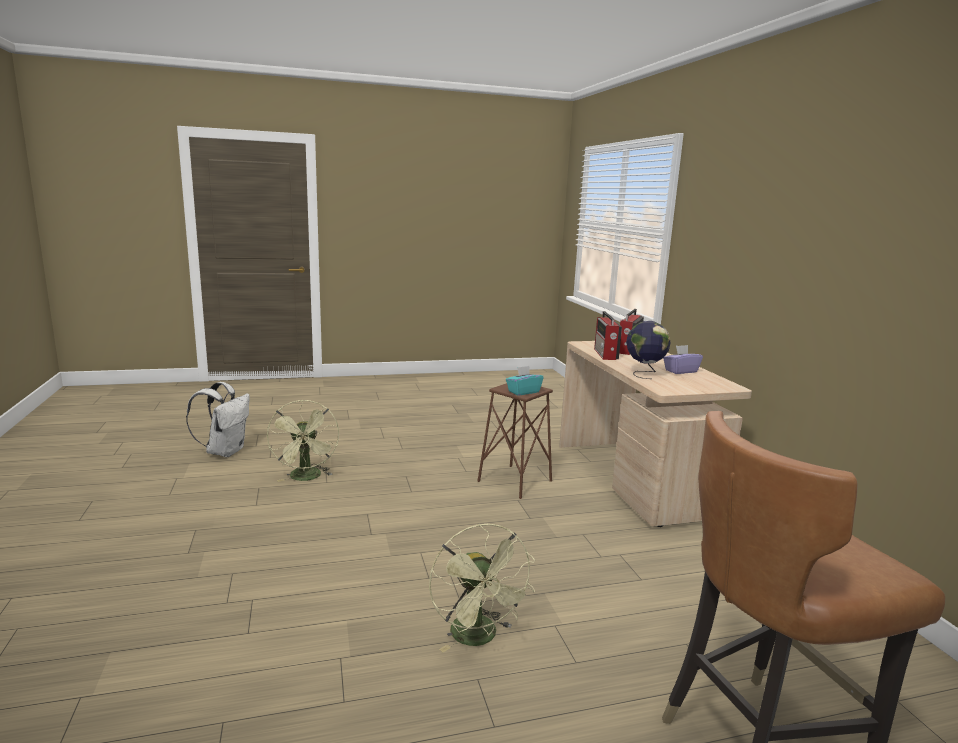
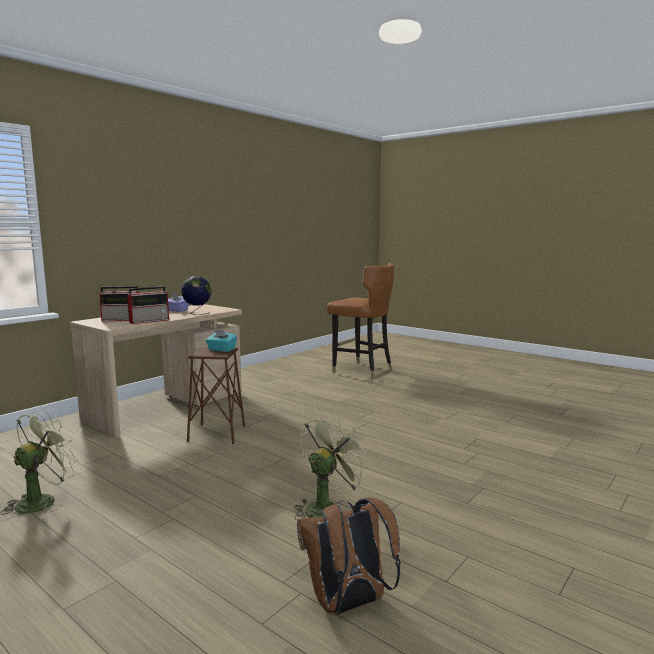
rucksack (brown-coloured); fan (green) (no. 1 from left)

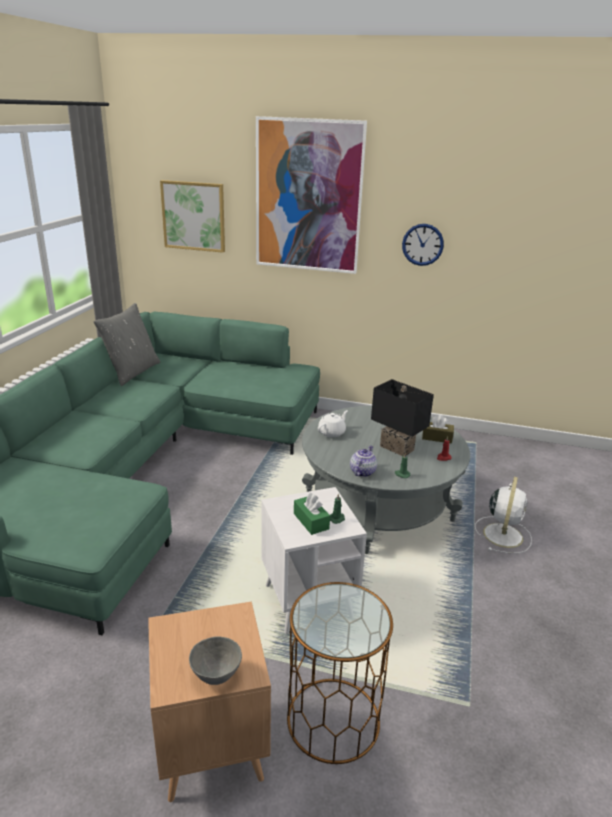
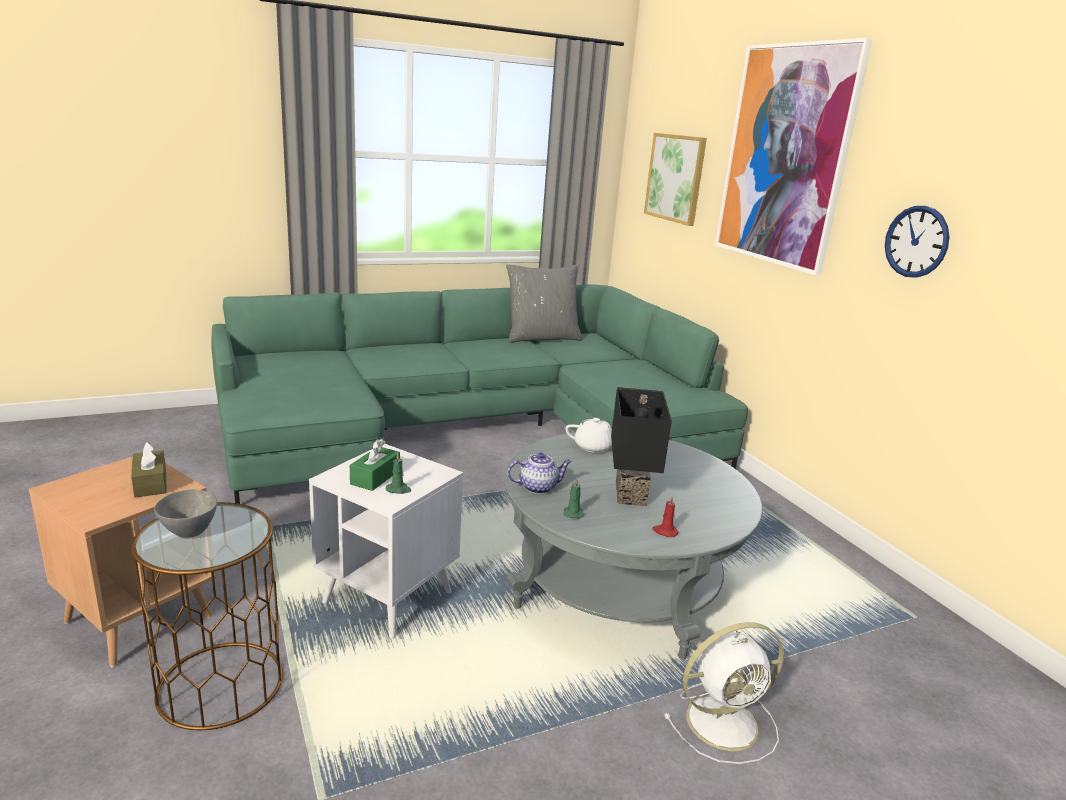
tissue box (brown-coloured); deep dish (grey)

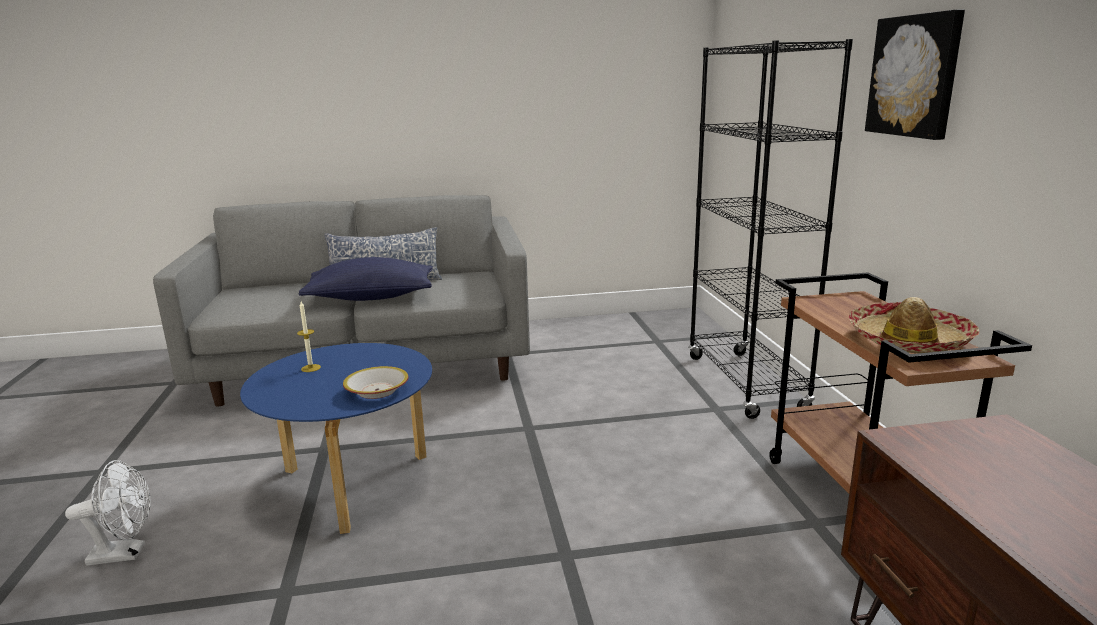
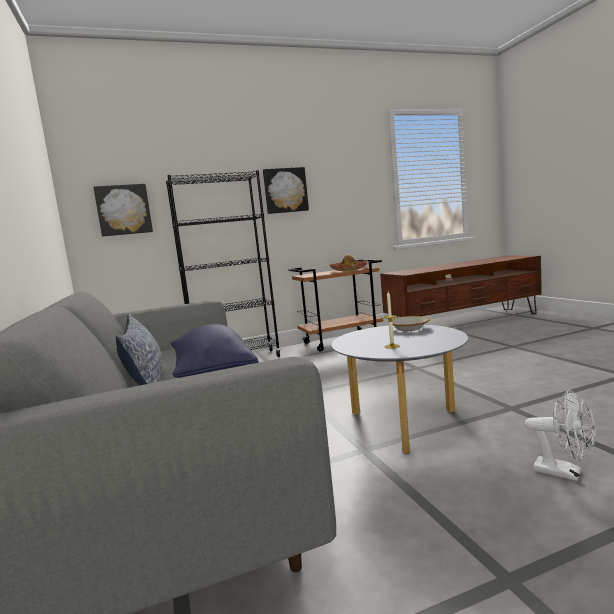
coffee table (grey); fan (whitish); wall picture (no. 1 from left)

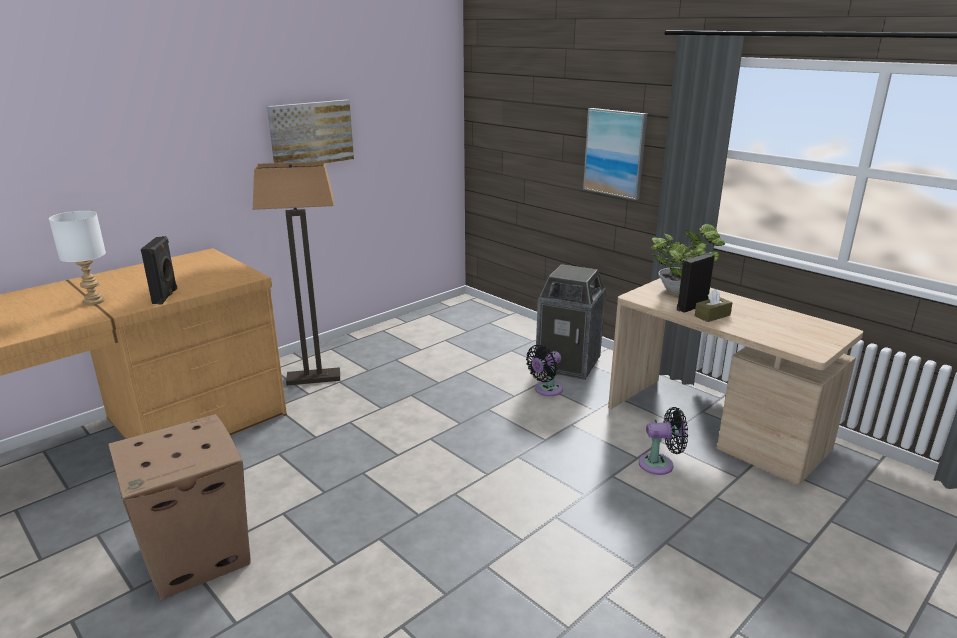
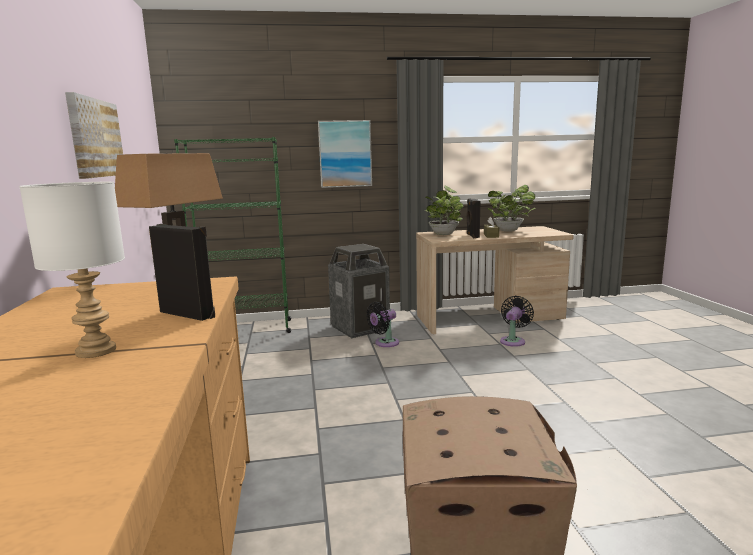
fan (black-coloured) (no. 1 from left); shelving unit (green); plant in a pot (no. 2 from left)

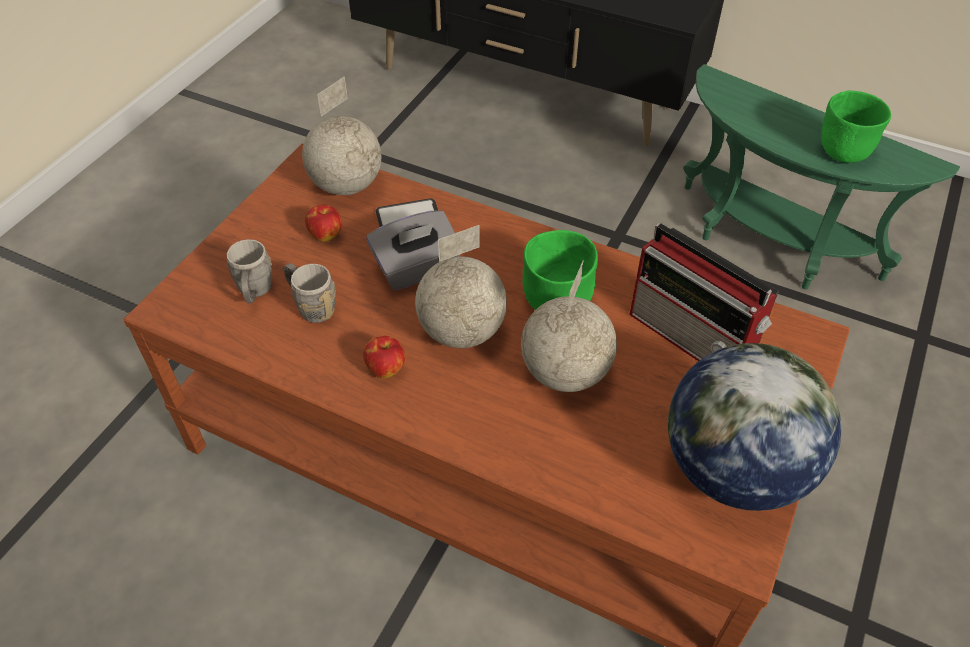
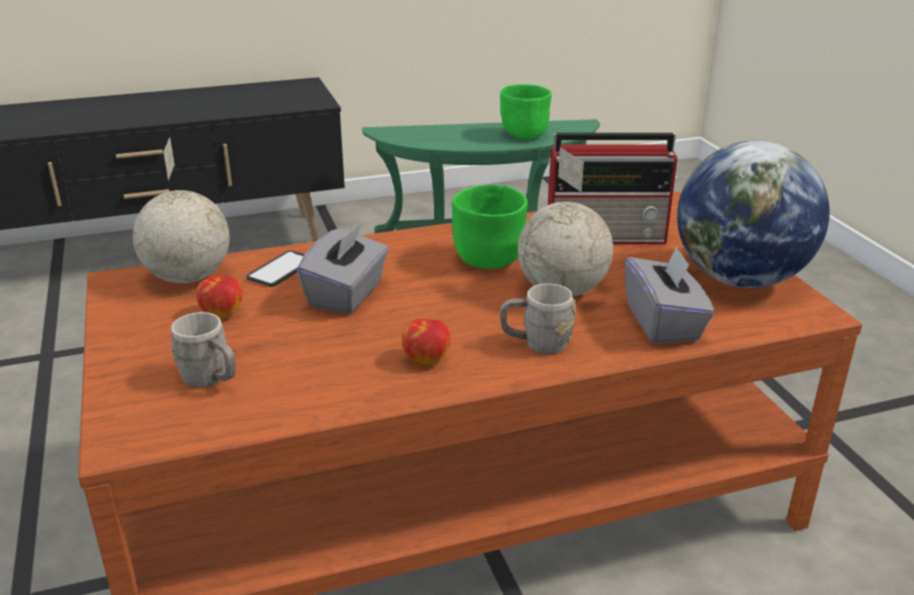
globe (no. 2 from left in the first image); mug (grey) (no. 2 from left); tissue box (grey) (no. 2 from left)

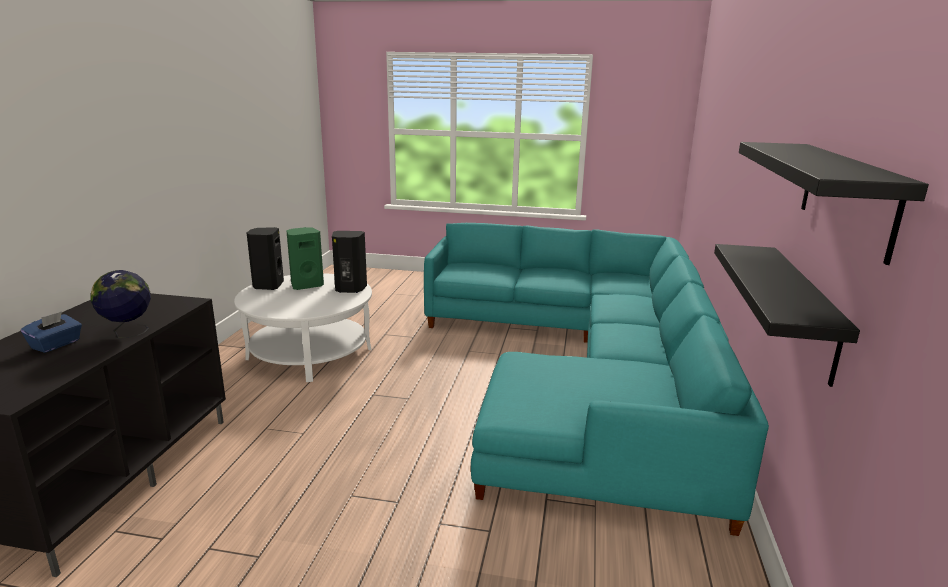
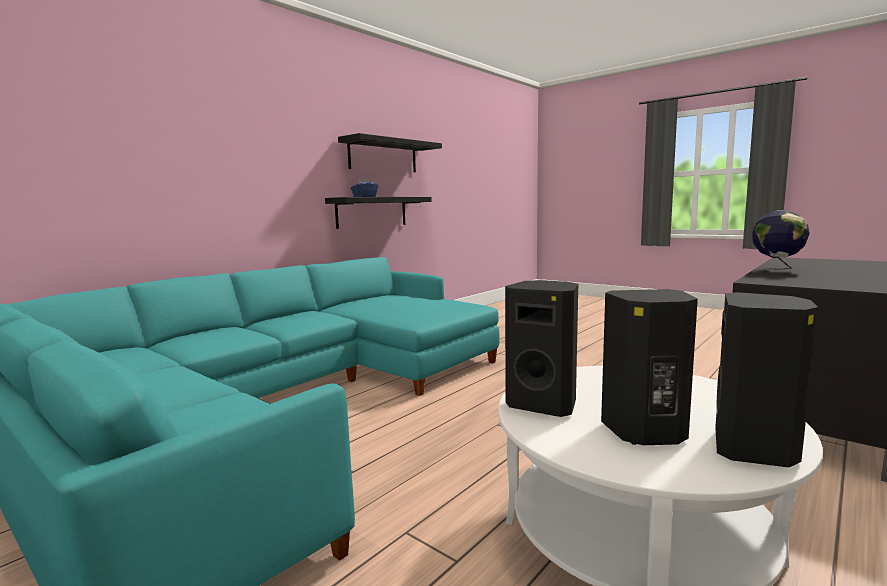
audio speaker (black-coloured) (no. 2 from left); tissue box (blue)

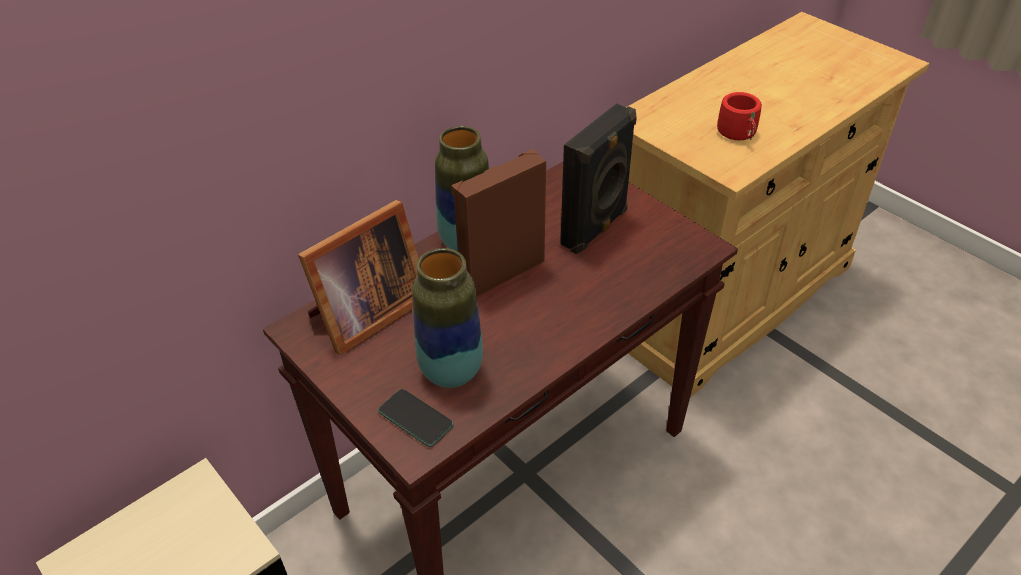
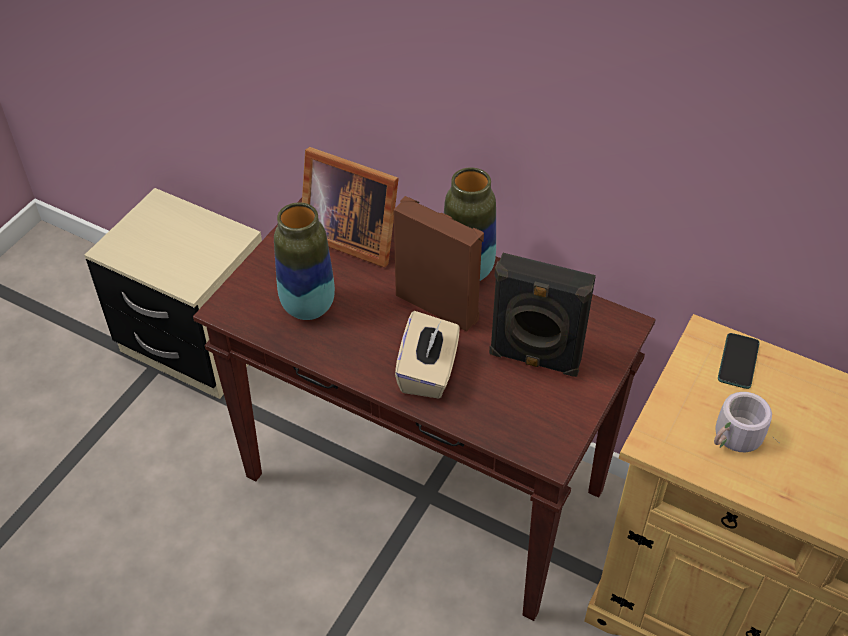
mug (grey); telephone; tissue box (sand-coloured)

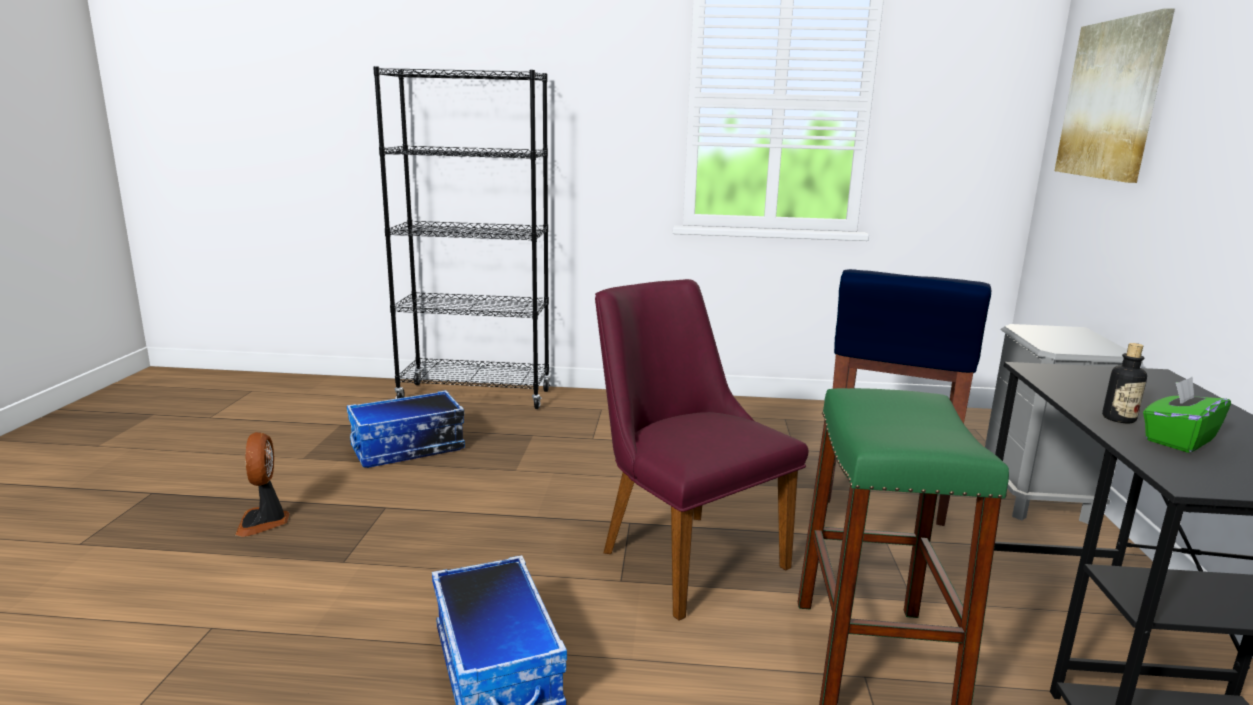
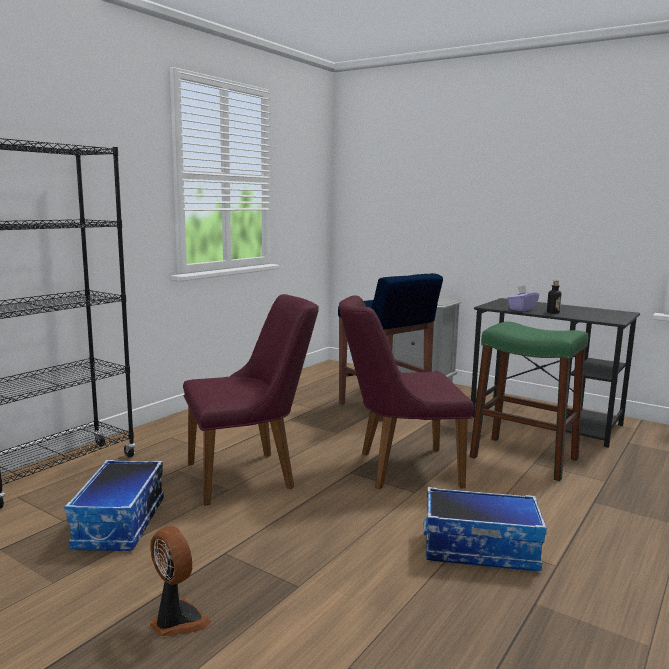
wall picture; tissue box (green); fan; tissue box (purple-coloured); chair (purple-coloured) (no. 1 from left)

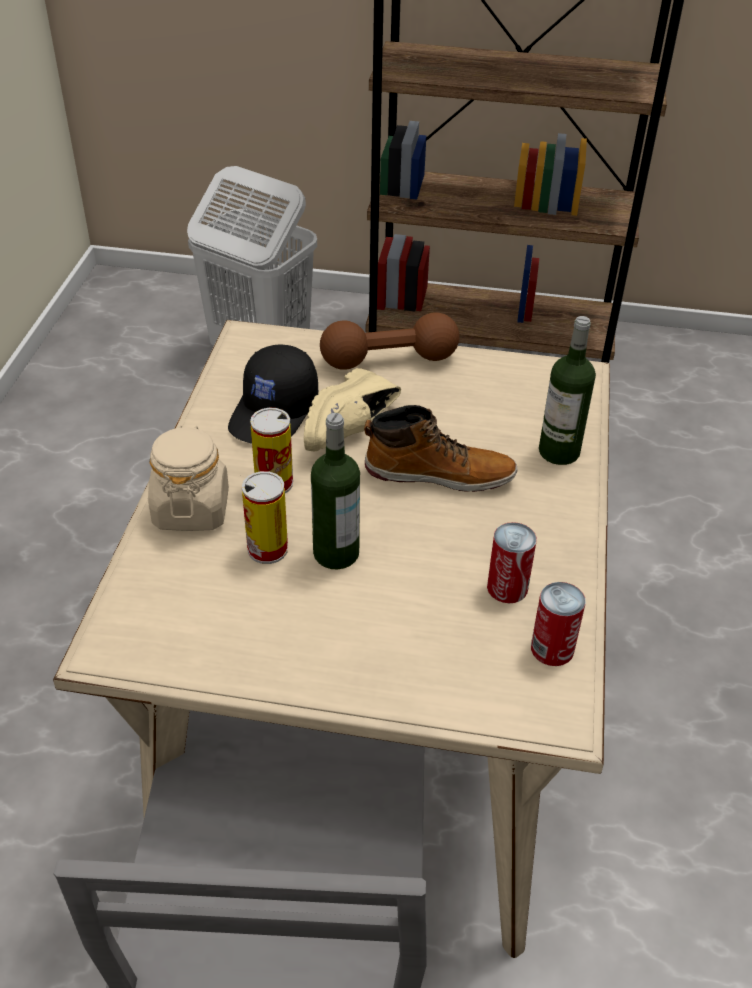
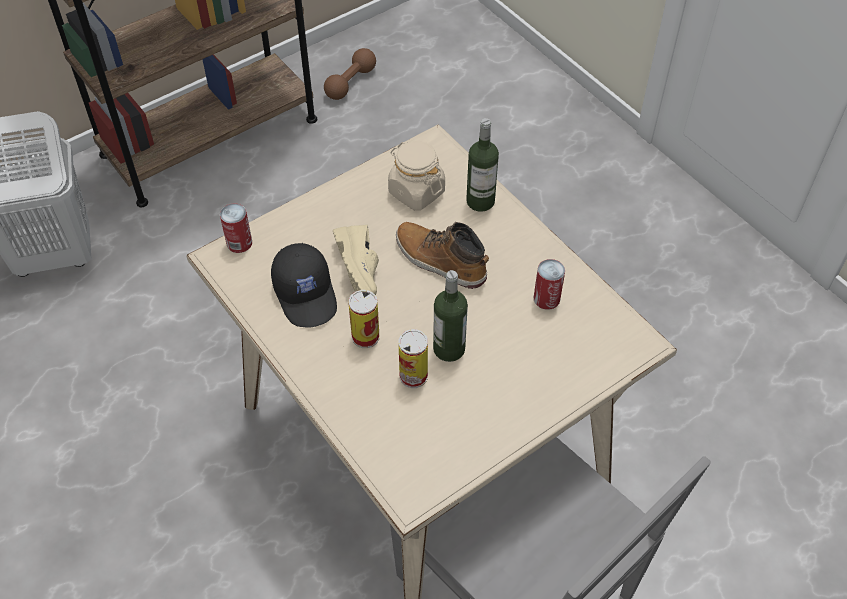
dumbbell (brown-coloured); tall boot; preserve jar (sand-coloured); sealed can (no. 1 from left)

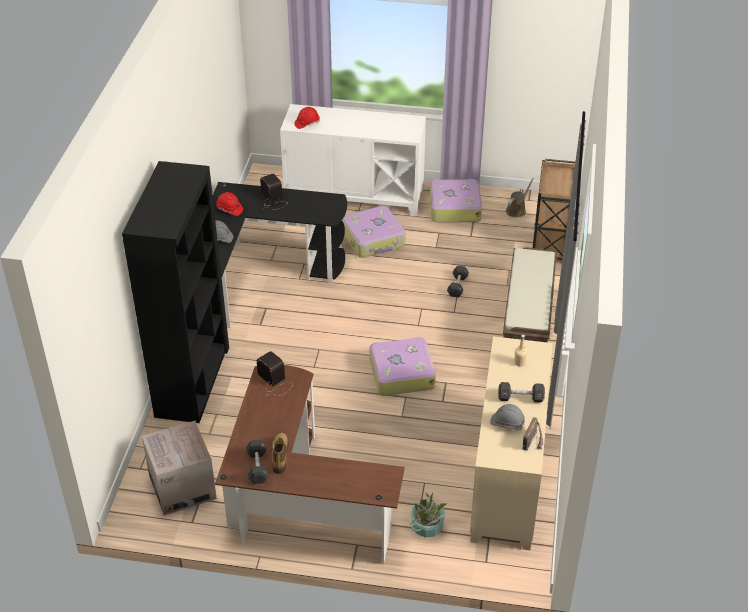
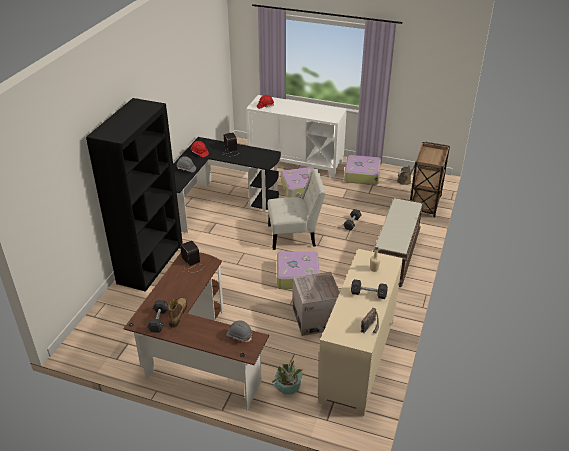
work helmet (grey) (no. 2 from left); packing box; chair (whitish)

